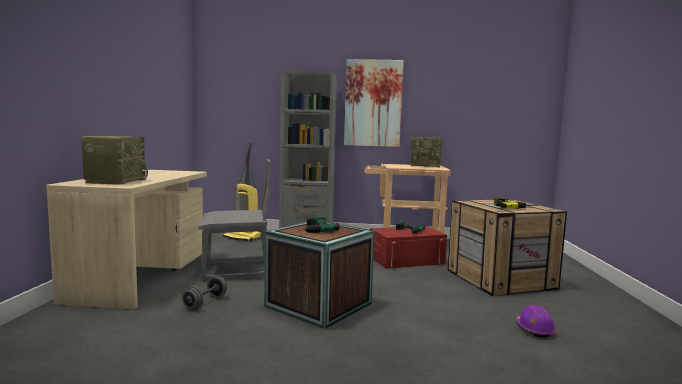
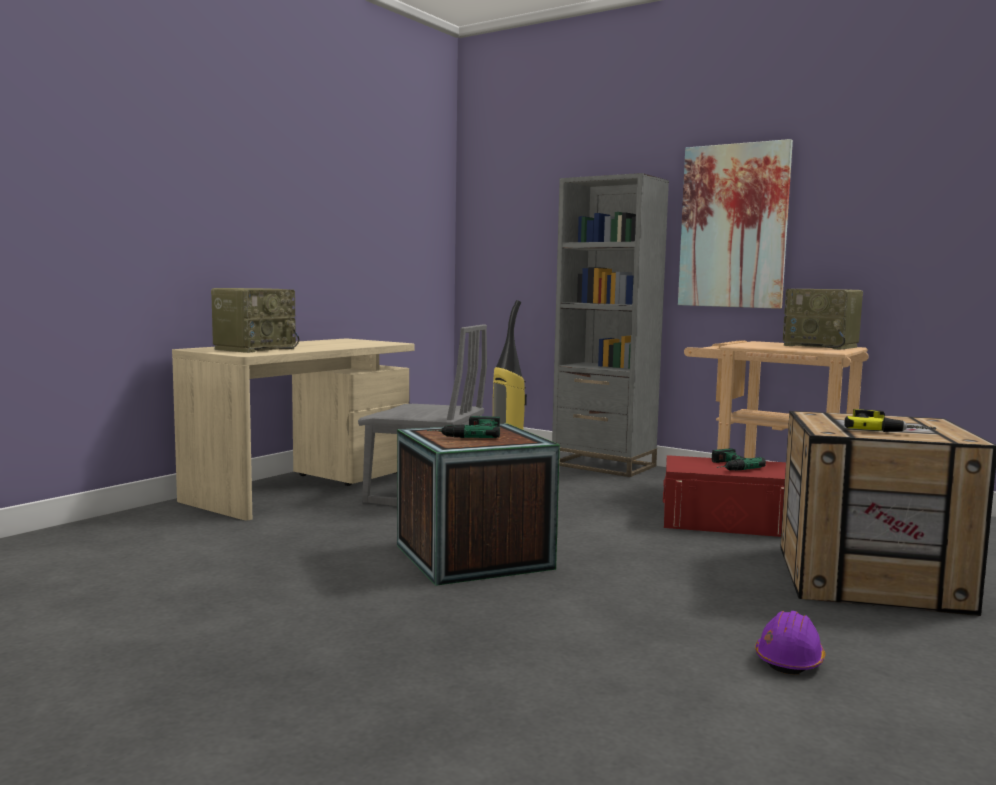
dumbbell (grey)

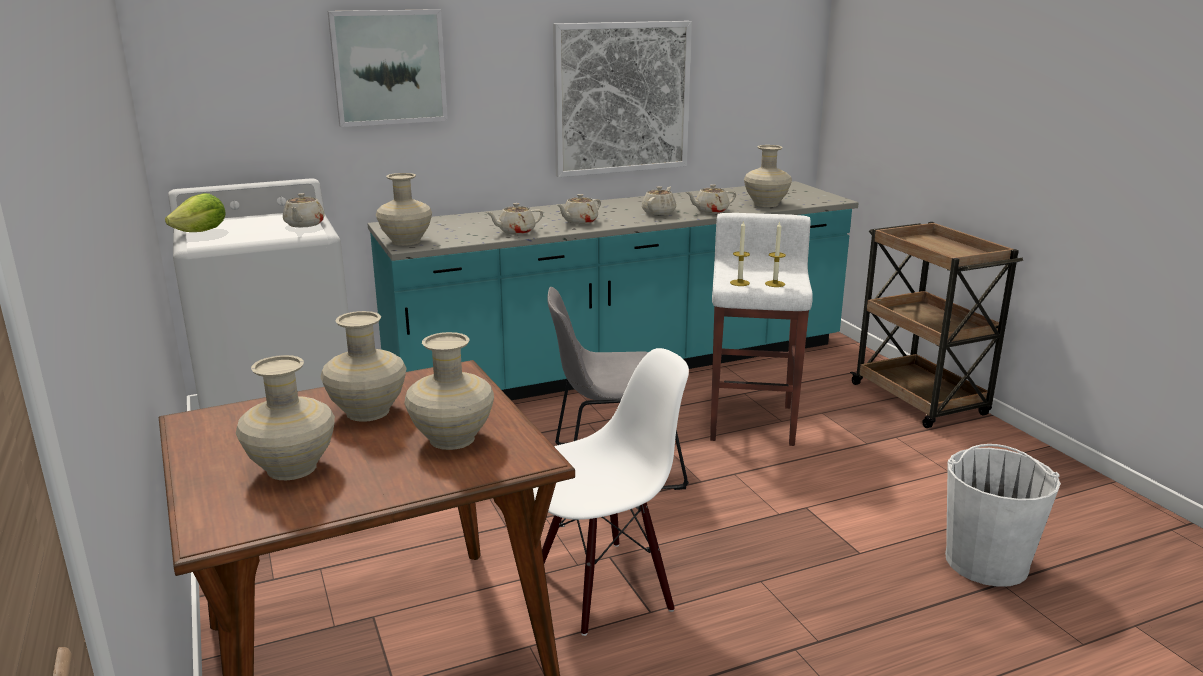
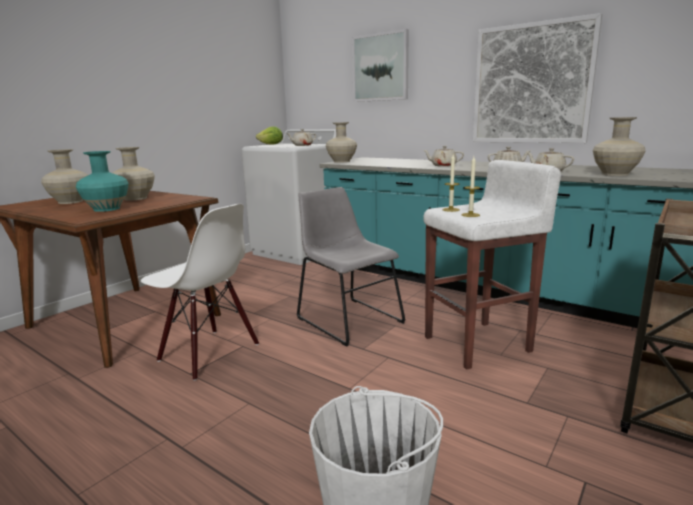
tea pot (sand-coloured) (no. 2 from left in the first image); flower vase (turquoise-coloured)

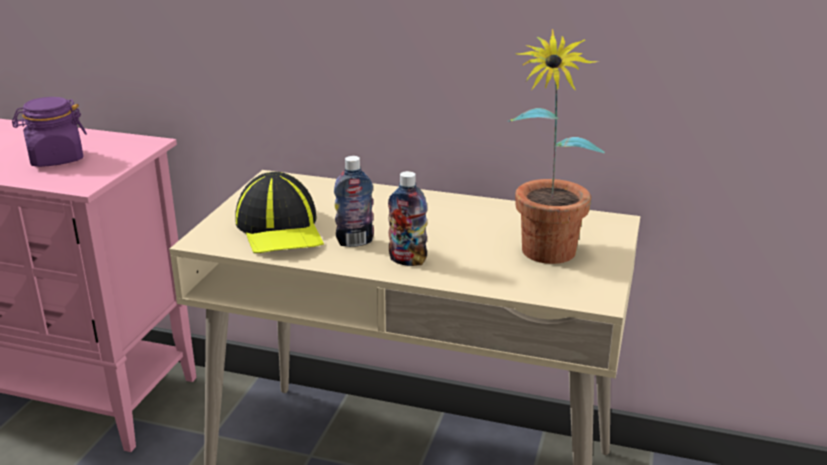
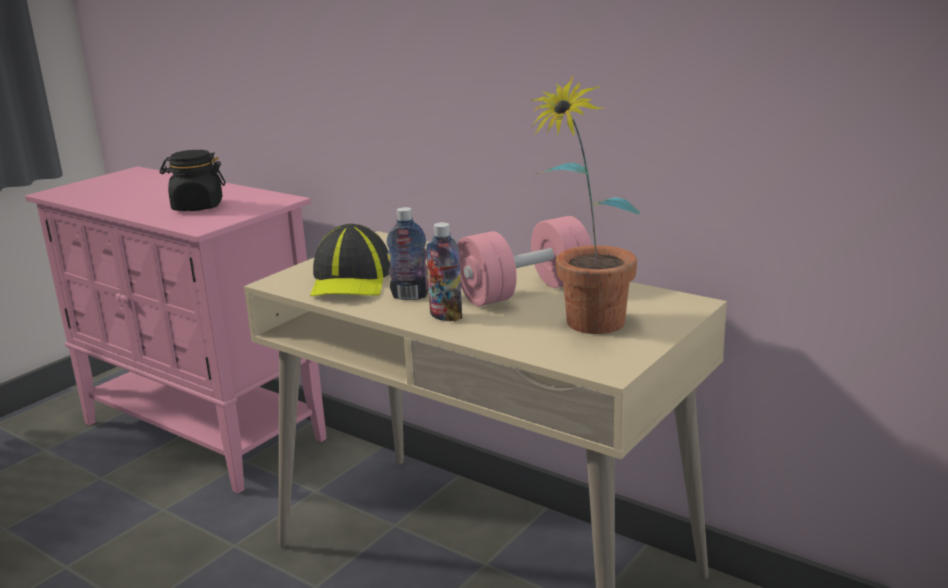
preserve jar (black-coloured); dumbbell (pink-coloured)

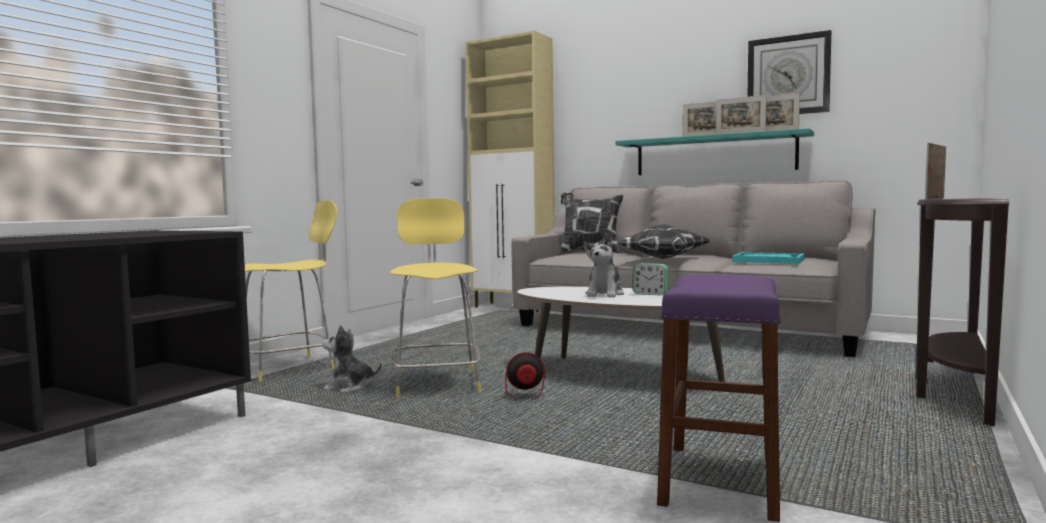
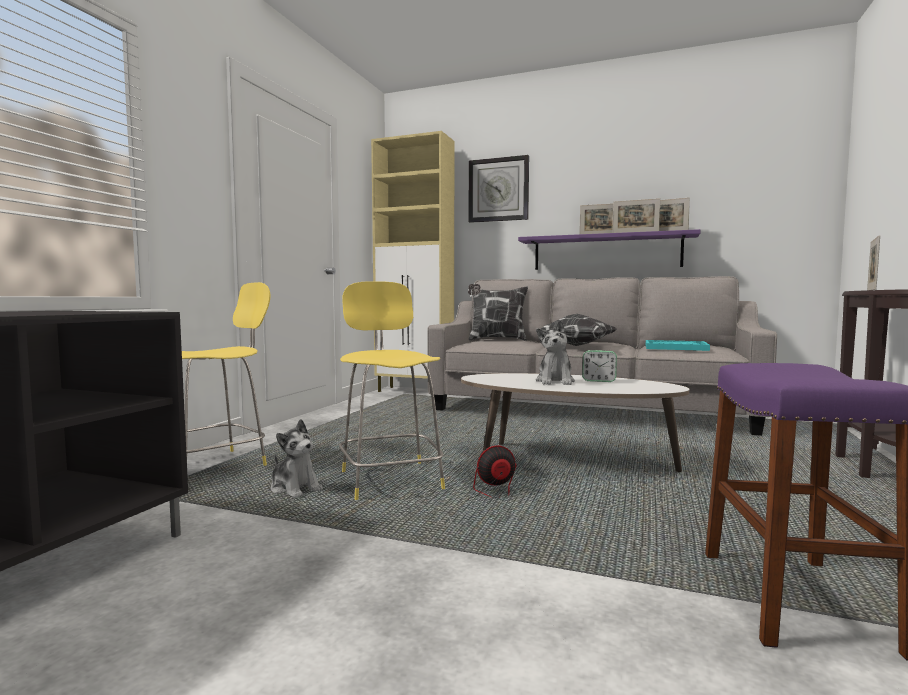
clock on the wall; bracket shelf (purple-coloured); cuddly toy (no. 1 from left)

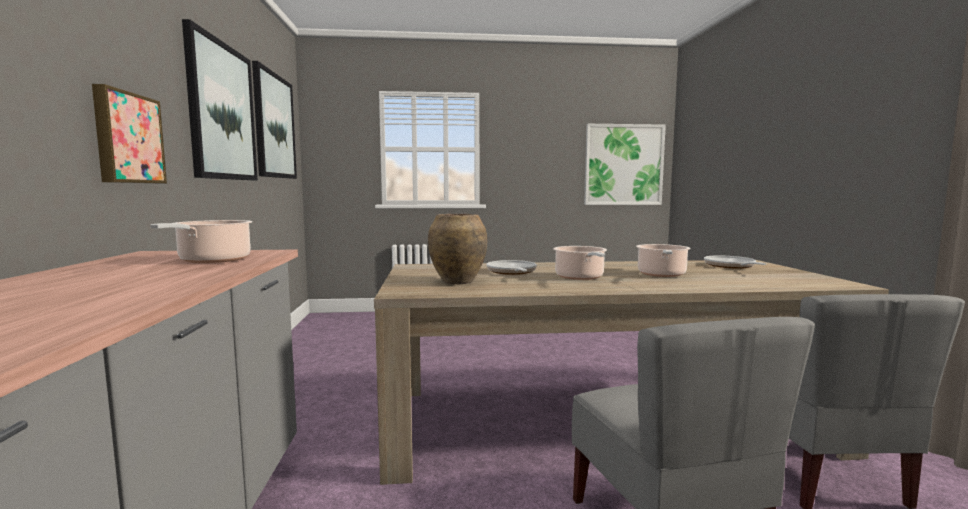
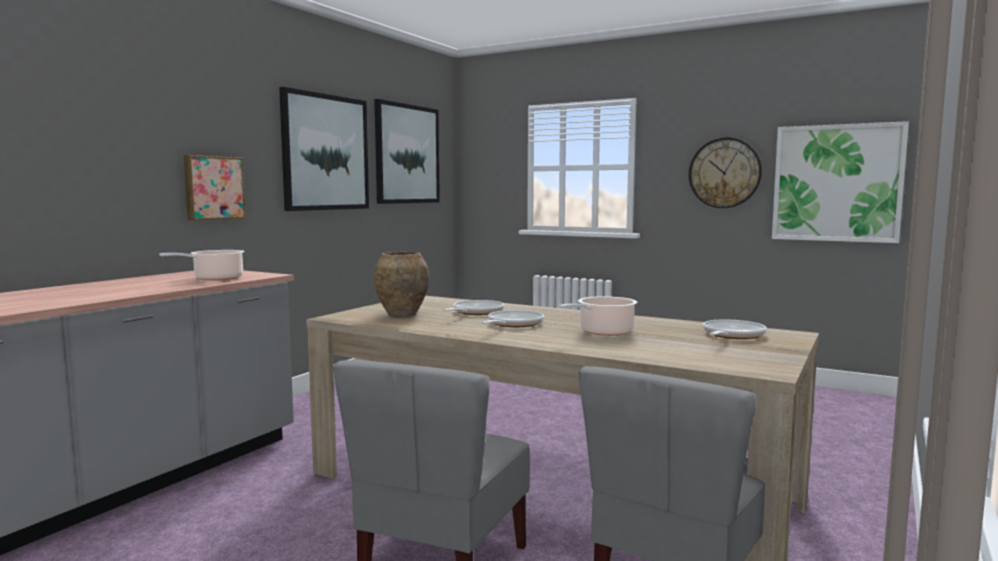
frying pan (no. 2 from left); clock on the wall

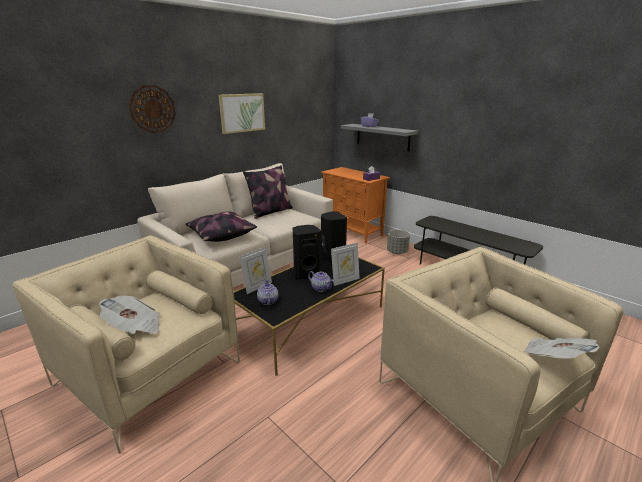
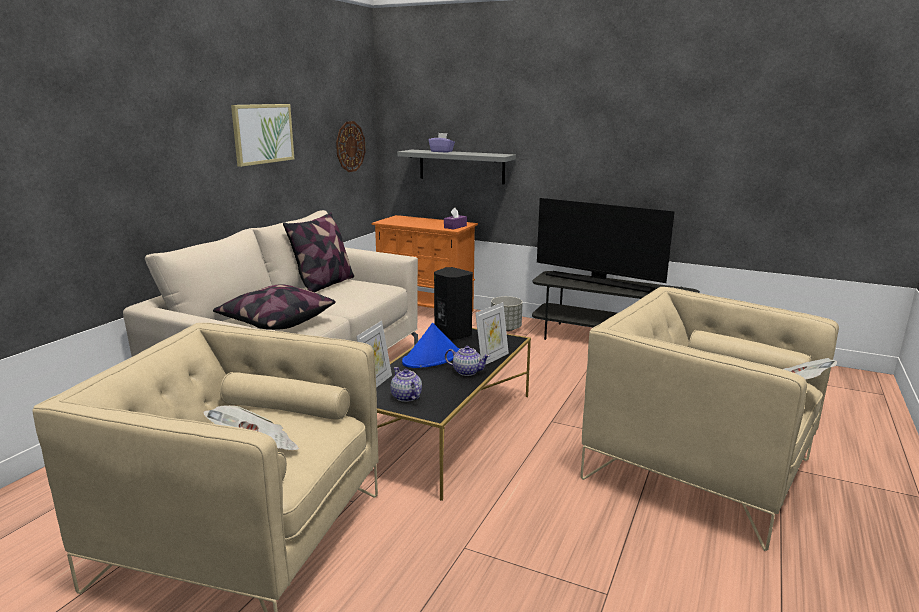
clock on the wall; clothing hat (blue); TV set

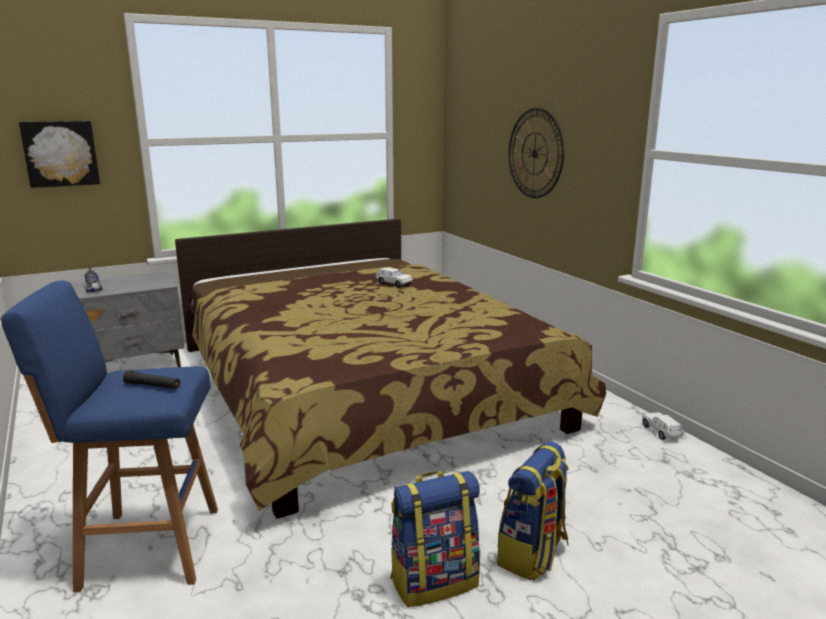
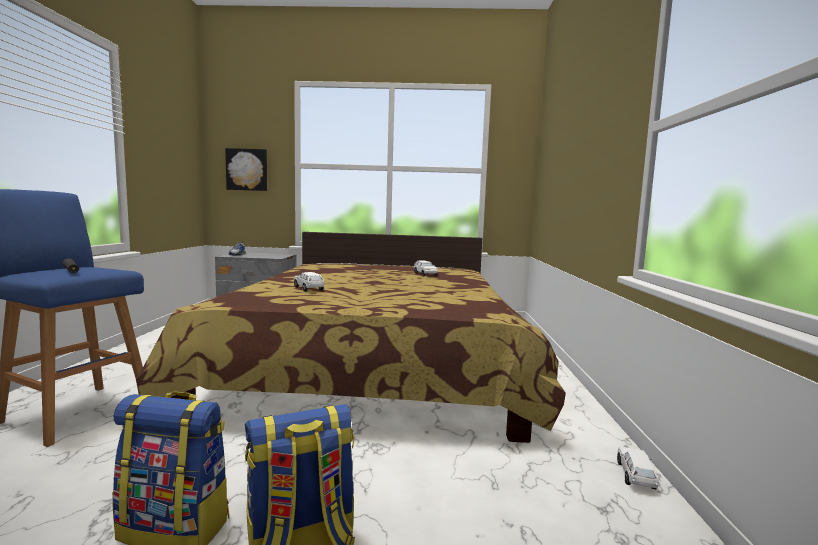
clock on the wall; toy car (whitish) (no. 1 from left)

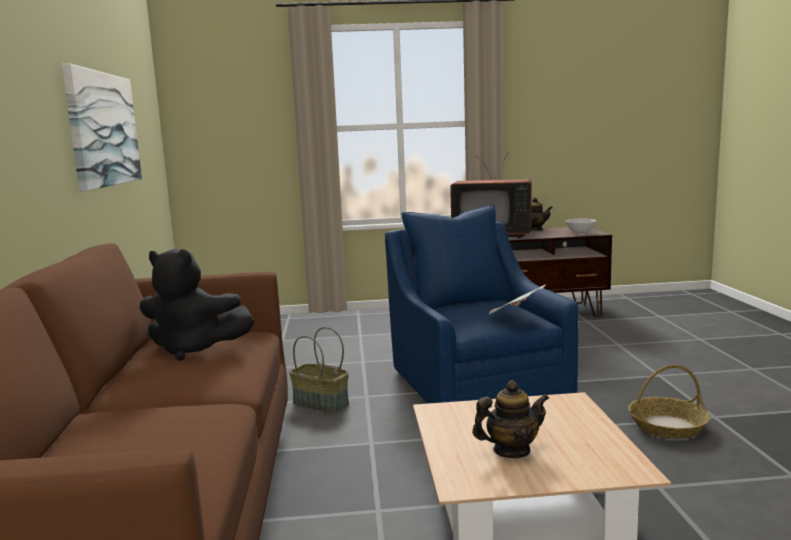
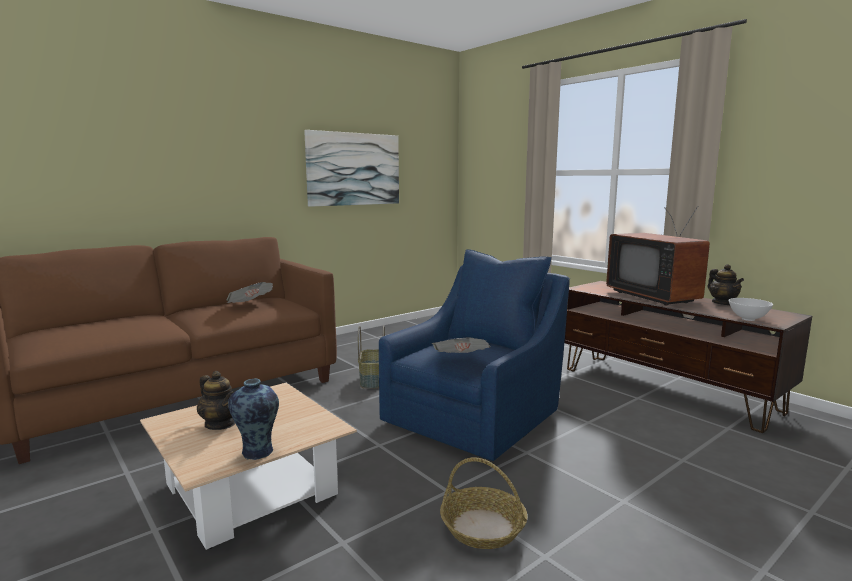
daily paper (no. 1 from left); flower vase

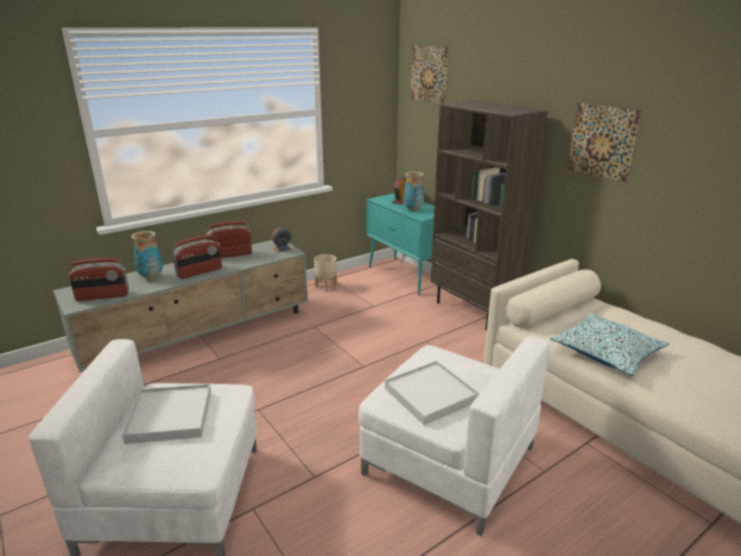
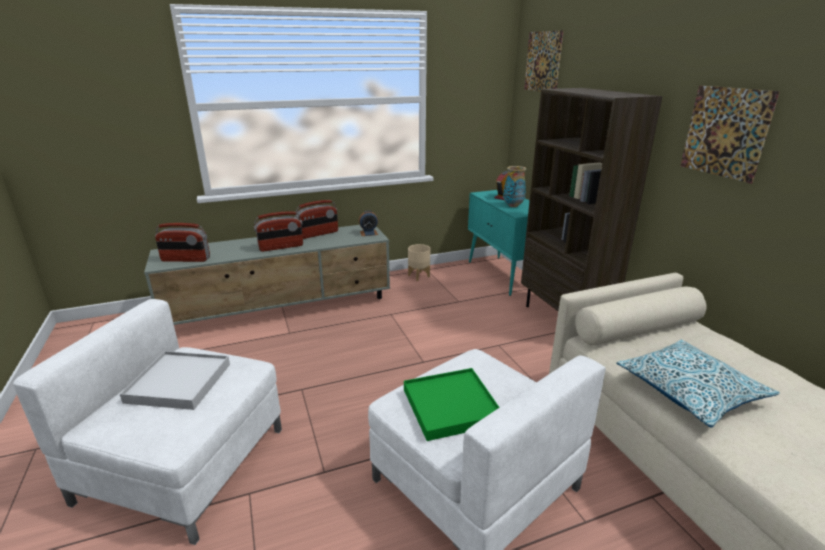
radio receiver (no. 3 from left); flower vase (no. 1 from left in the first image); serving tray (green)

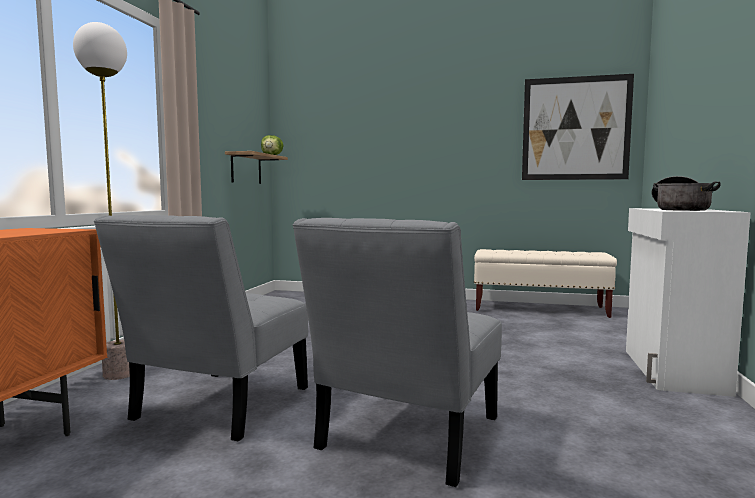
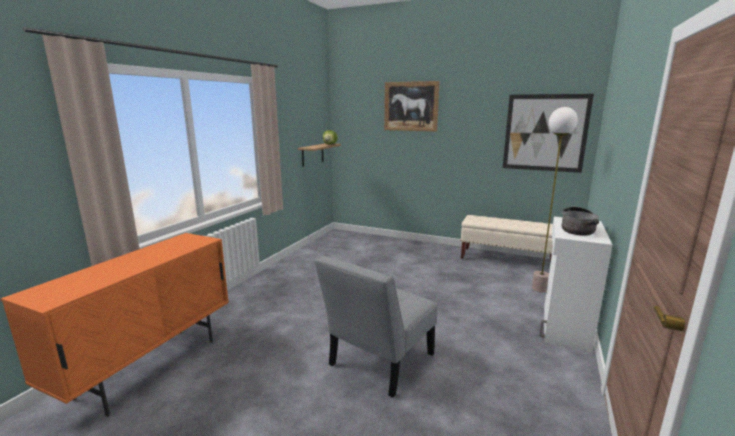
standard lamp; chair (grey) (no. 1 from left in the first image); wall picture (no. 1 from left)

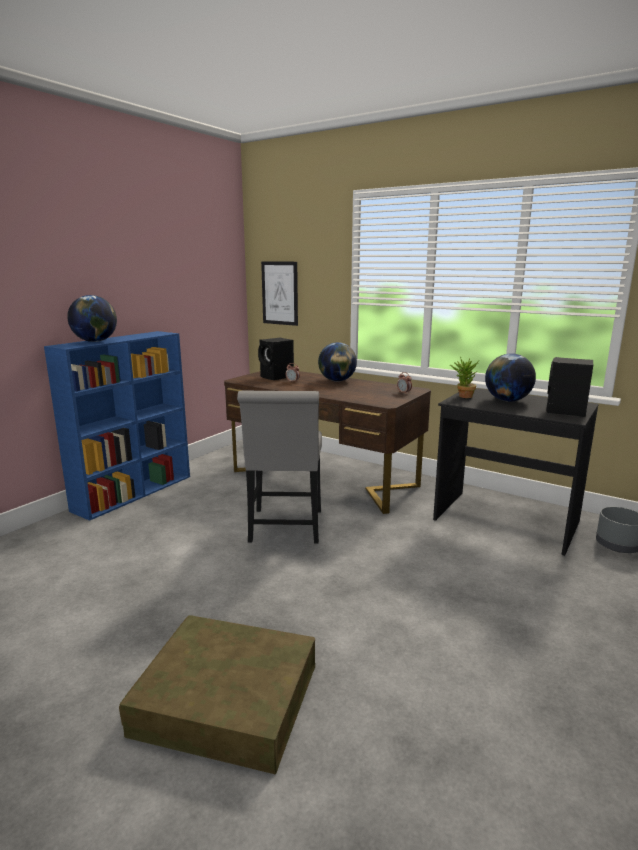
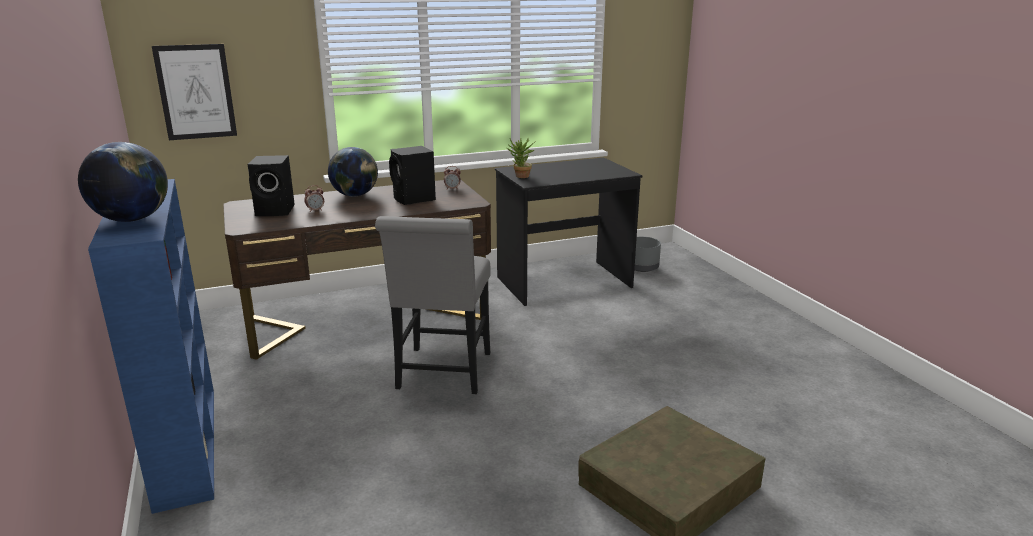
globe (no. 3 from left in the first image); audio speaker (black-coloured) (no. 2 from left); chair (grey)

